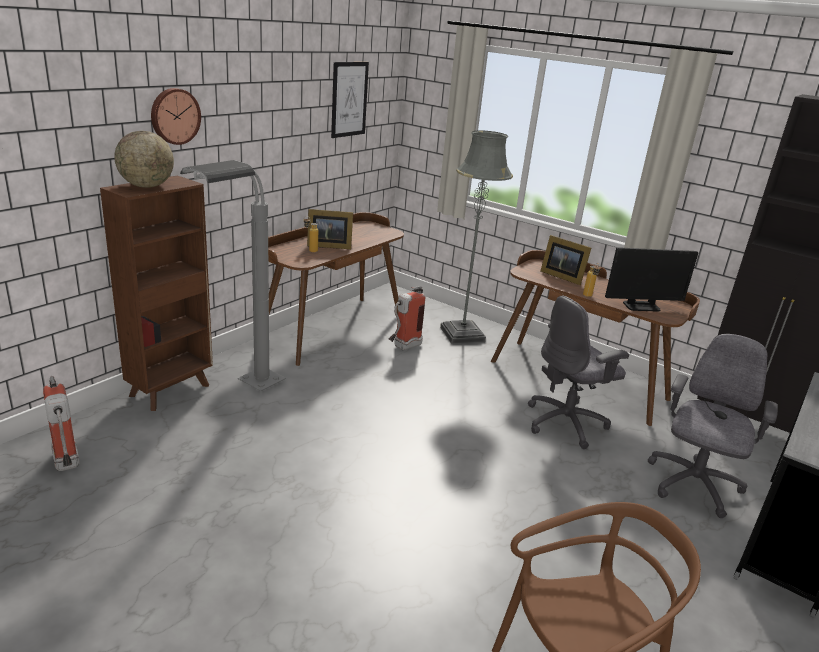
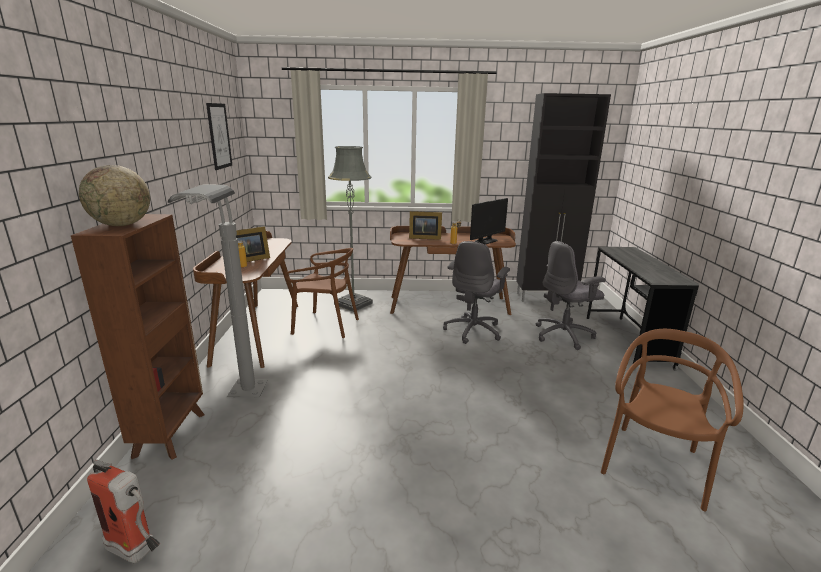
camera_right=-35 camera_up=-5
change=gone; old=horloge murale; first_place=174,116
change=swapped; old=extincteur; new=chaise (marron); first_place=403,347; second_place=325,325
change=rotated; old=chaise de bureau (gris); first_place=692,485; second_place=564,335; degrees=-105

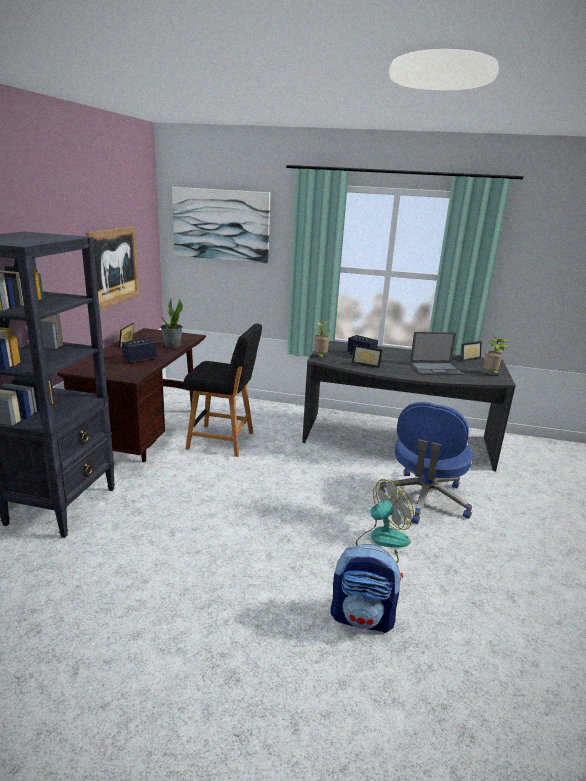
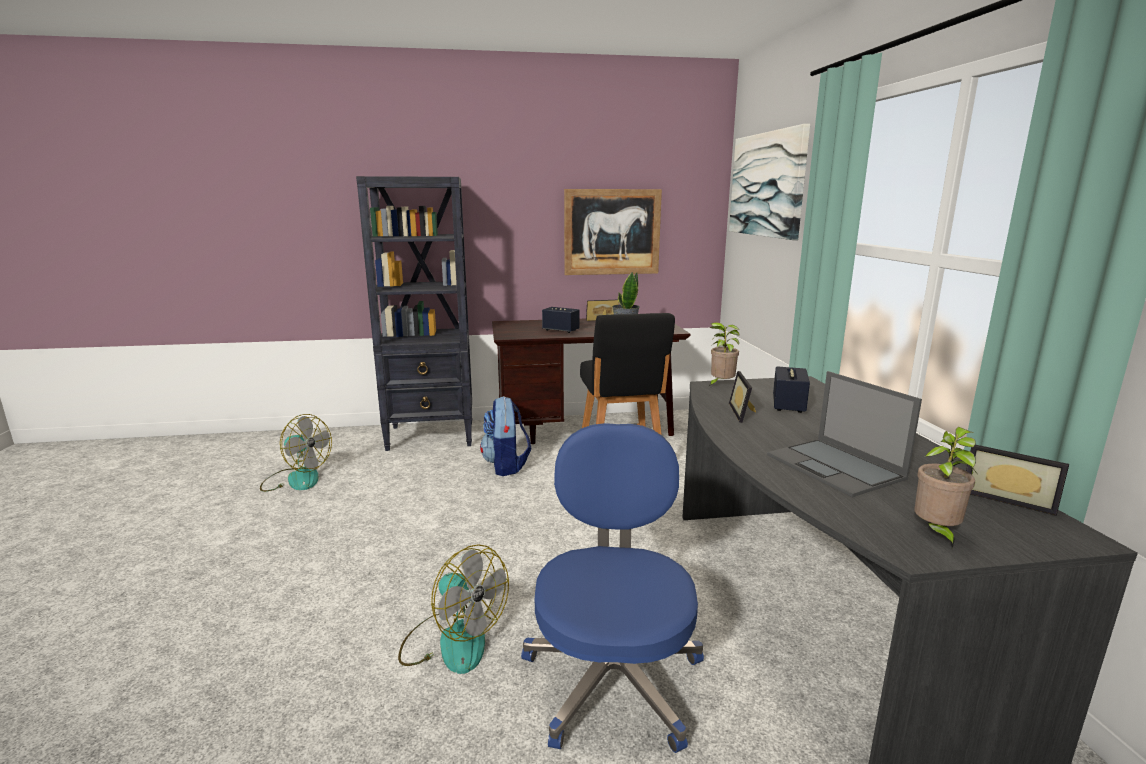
camera_right=70 camera_up=-5
change=rotated; old=chaise de bureau (bleu); first_place=424,499; second_place=613,677; degrees=90
change=shifted; old=sac à dos; first_place=363,618; second_place=506,466
change=new; new=ventilateur; second_place=296,479

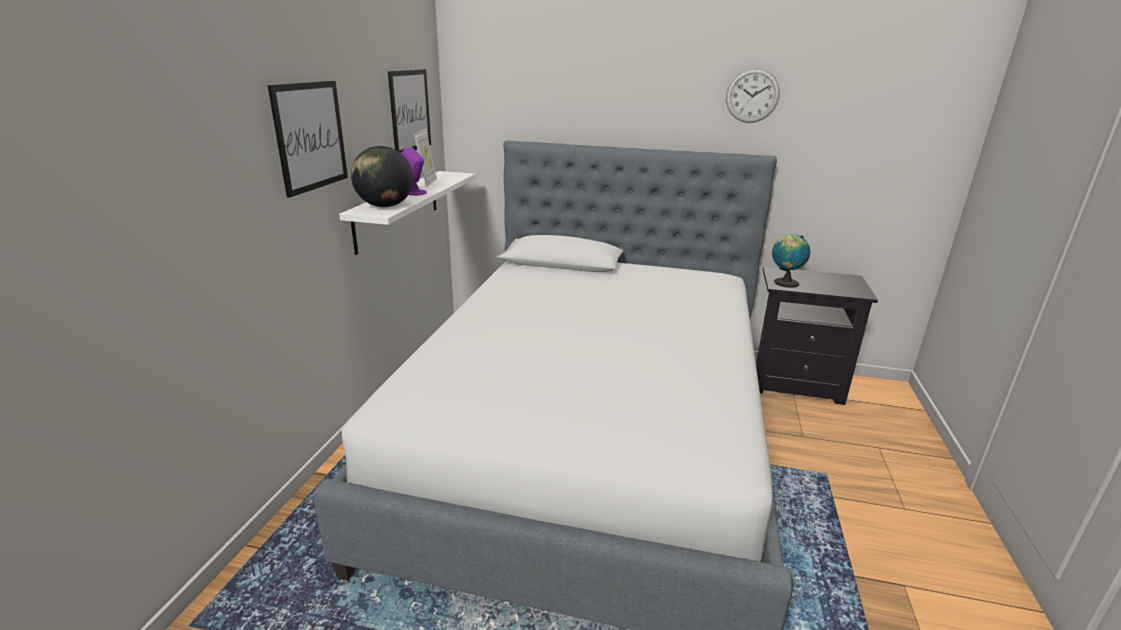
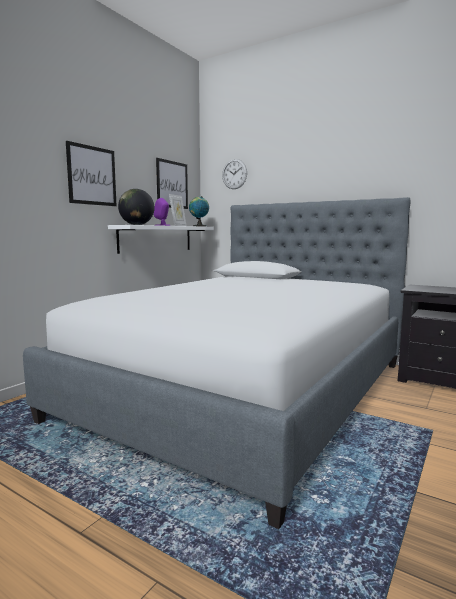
camera_right=20 camera_up=-15
change=shifted; old=horloge murale; first_place=752,95; second_place=234,174
change=shifted; old=globe; first_place=784,283; second_place=199,226

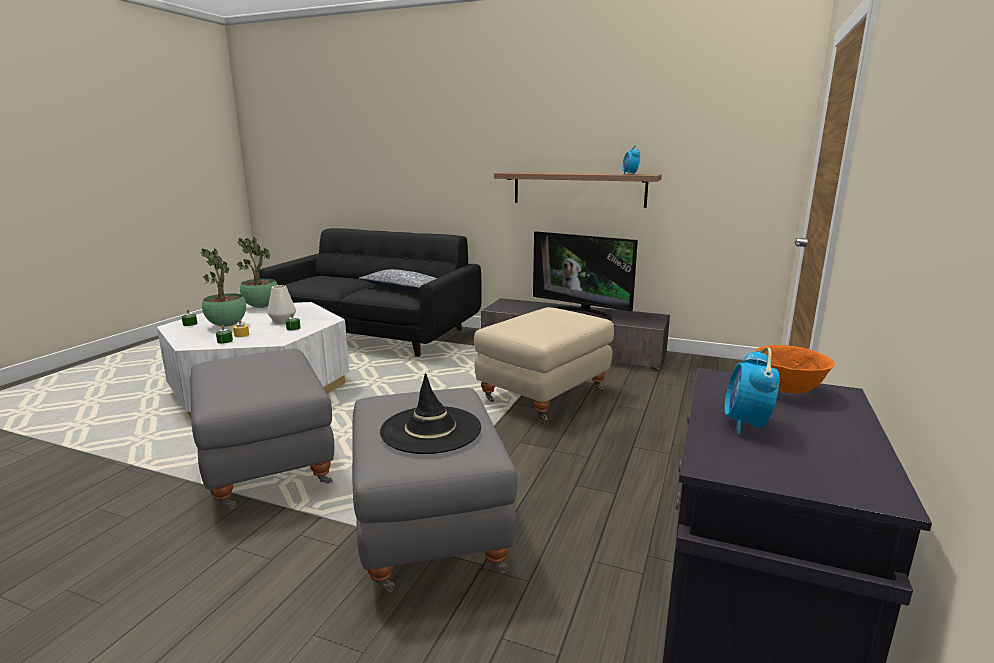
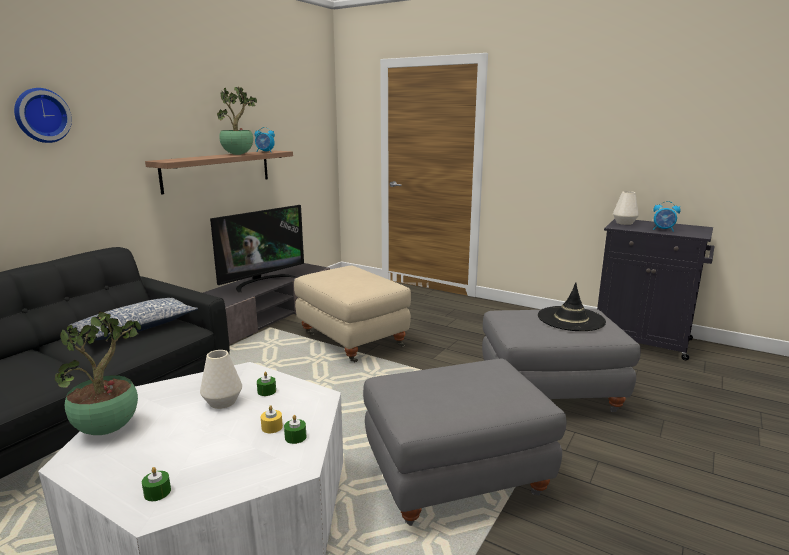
camera_right=-80 camera_up=0
change=shifted; old=plante en pot; first_place=227,325; second_place=238,154
change=swapped; old=bol (orange); new=vase (blanc); first_place=787,390; second_place=624,223
change=new; new=horloge murale; second_place=41,115

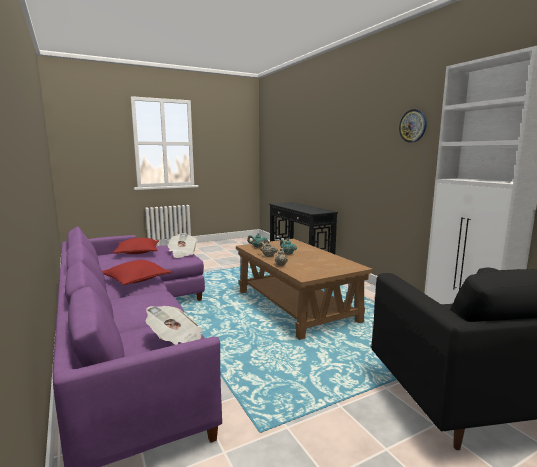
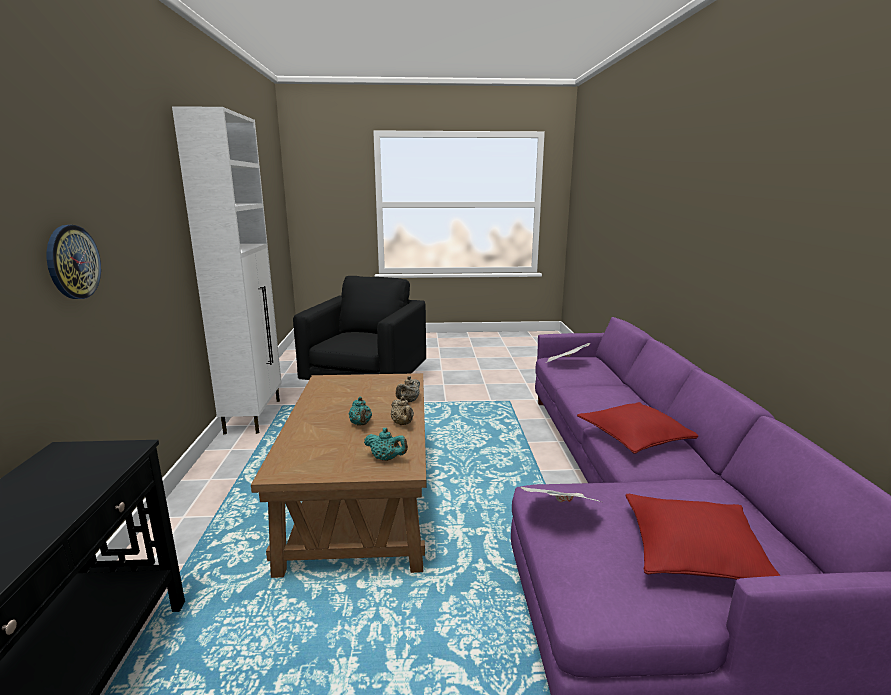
camera_right=-155 camera_up=5
change=shifted; old=horloge murale; first_place=413,126; second_place=72,262

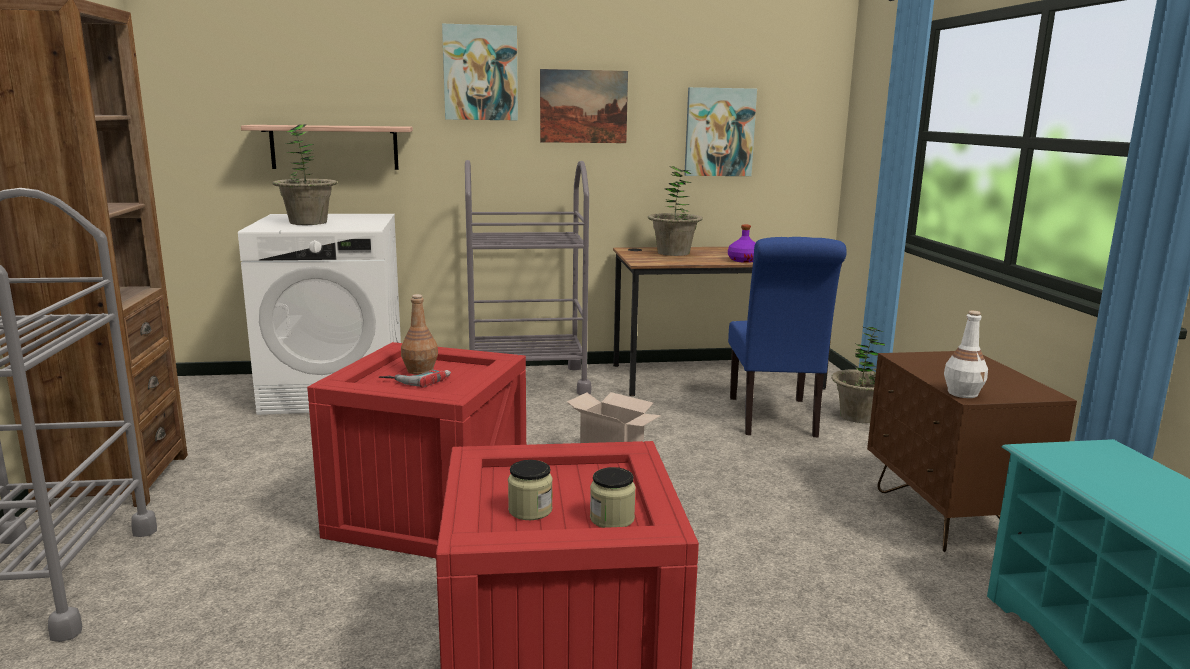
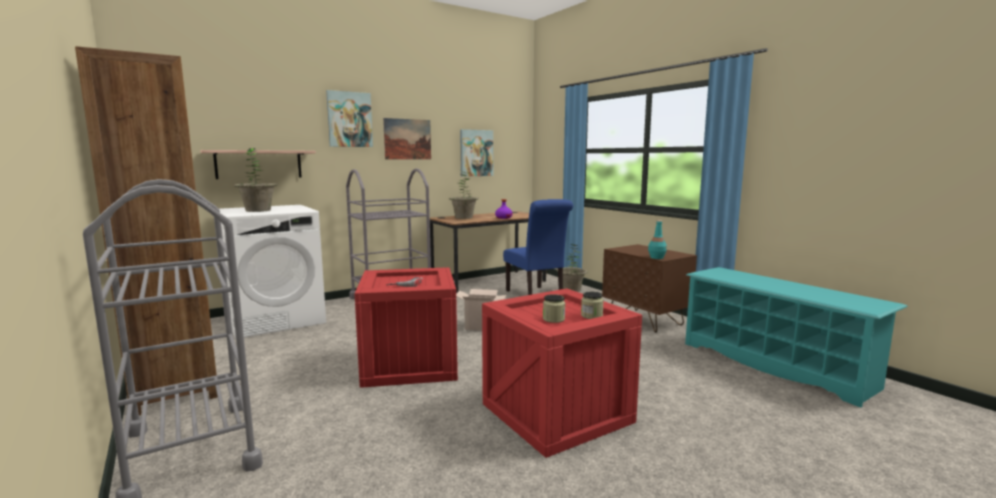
camera_right=-25 camera_up=-5
change=gone; old=bouteille (marron); first_place=420,370
change=repainted; old=bouteille (blanc); new=bouteille (turquoise); first_place=963,393; second_place=656,257

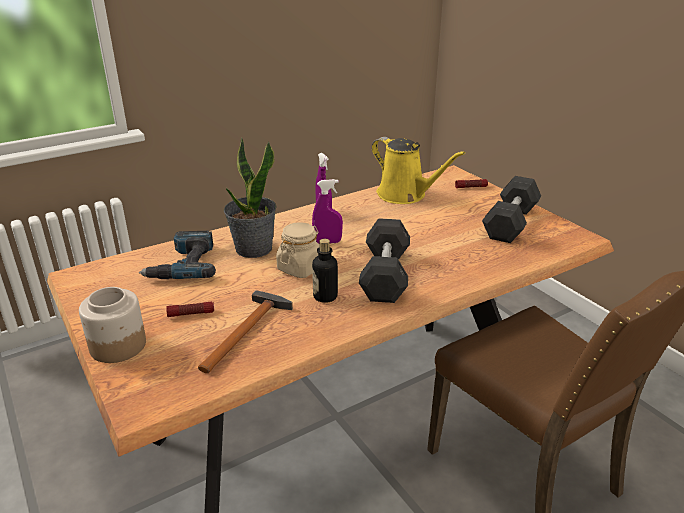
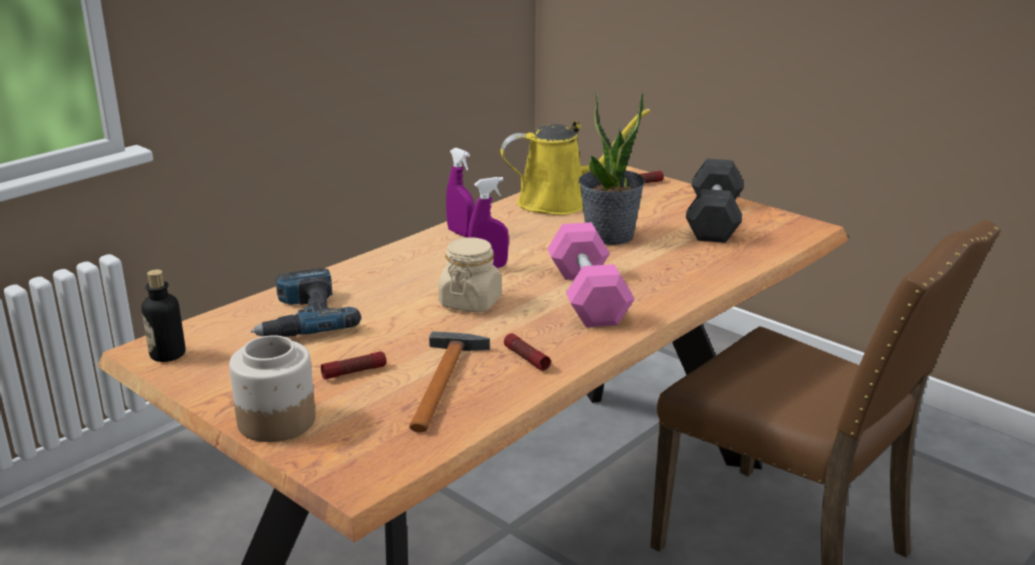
camera_right=-15 camera_up=-5
change=shifted; old=plante en pot; first_place=253,249; second_place=609,236
change=rotated; old=arrosoir (jaune); first_place=405,195; second_place=560,201; degrees=-45
change=repainted; old=haltère (gris); new=haltère (rose); first_place=385,275; second_place=588,296
change=shifted; old=bouteille; first_place=325,296; second_place=167,354
change=new; new=lampe de poche; second_place=526,358

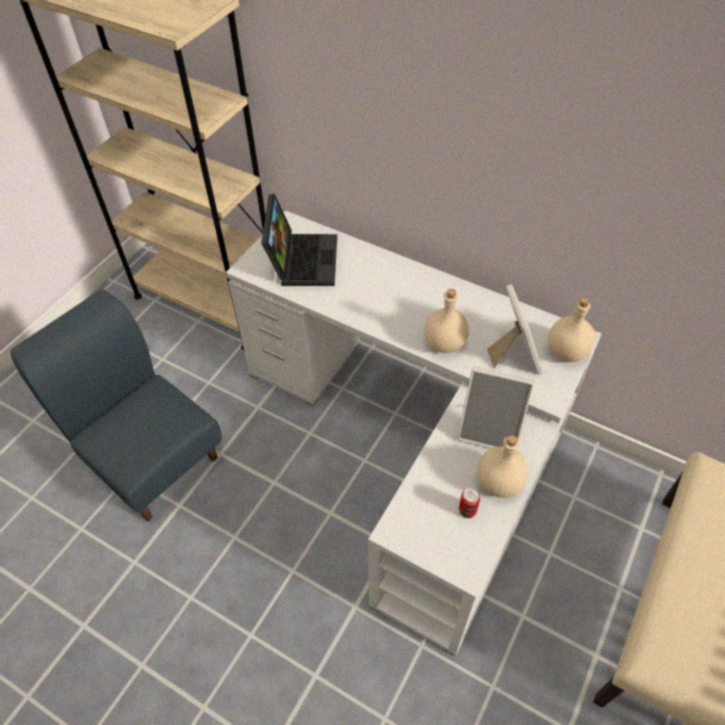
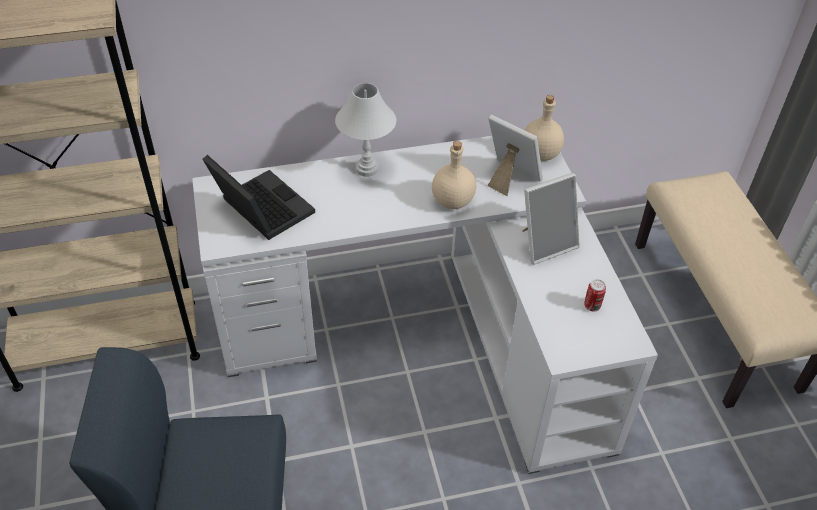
camera_right=-45 camera_up=-5
change=gone; old=bouteille (beige); first_place=498,483
change=new; new=lampe de table (blanc); second_place=367,168

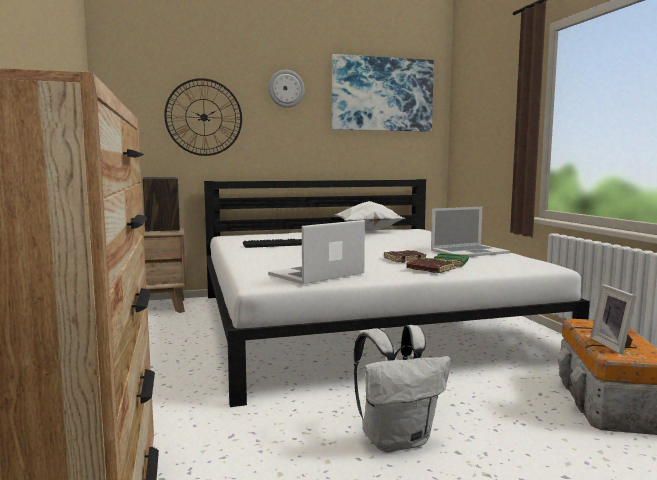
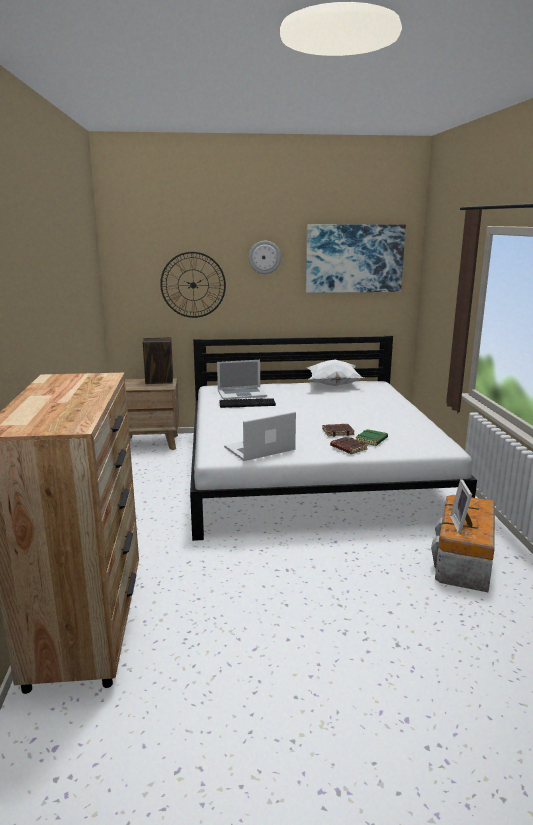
camera_right=10 camera_up=10
change=shifted; old=ordinateur portable; first_place=469,251; second_place=241,393
change=gone; old=sac à dos (blanc); first_place=397,440

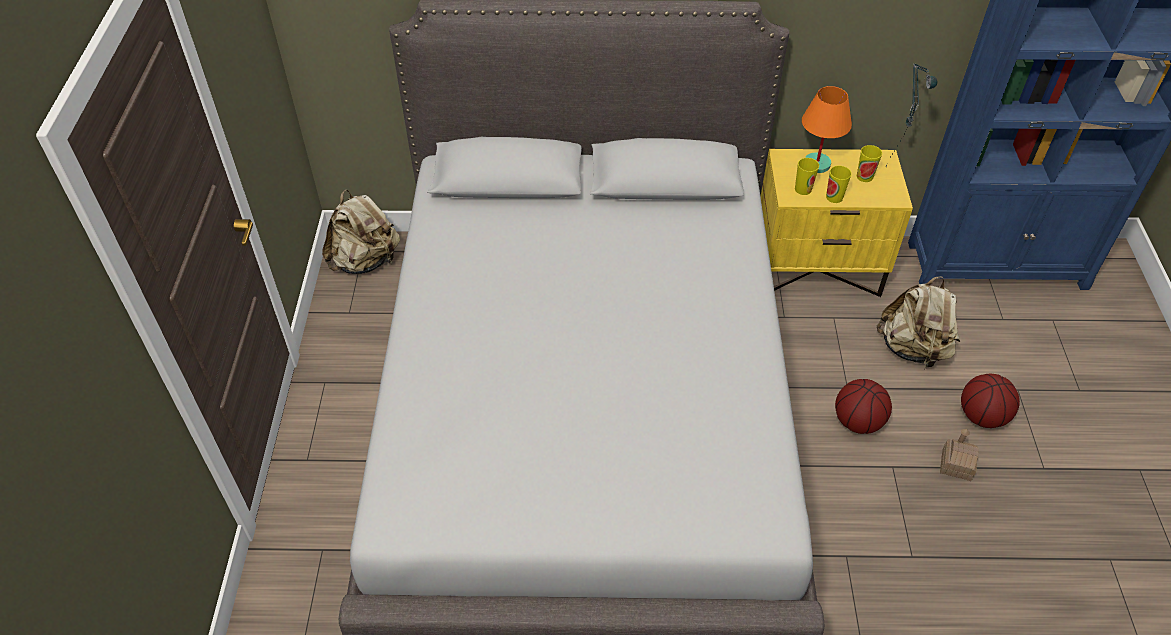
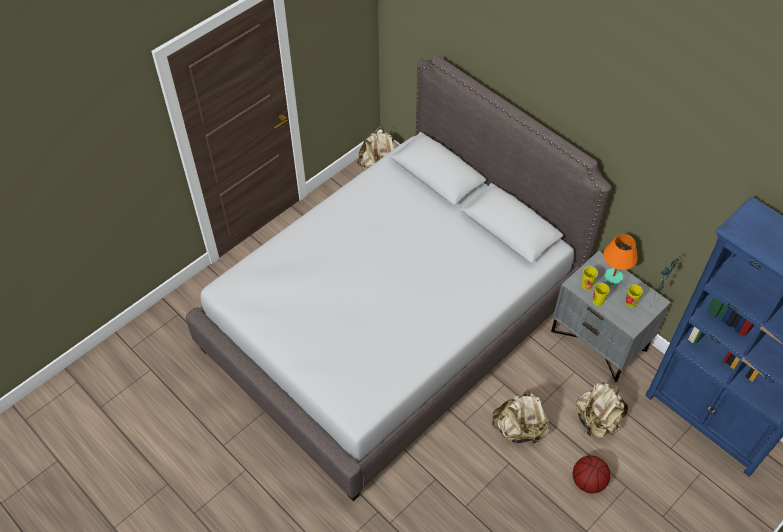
camera_right=45 camera_up=5
change=repainted; old=table de chevet (jaune); new=table de chevet (gris); first_place=817,268; second_place=599,340
change=swapped; old=ballon de basket; new=sac à dos (beige); first_place=857,421; second_place=519,429
change=gone; old=maison miniature; first_place=956,464

